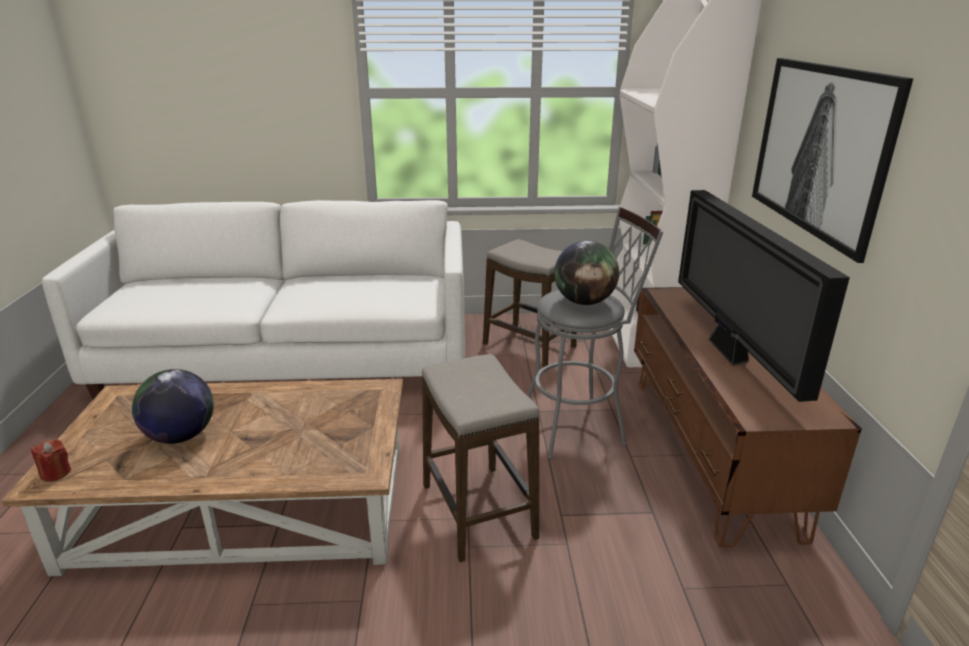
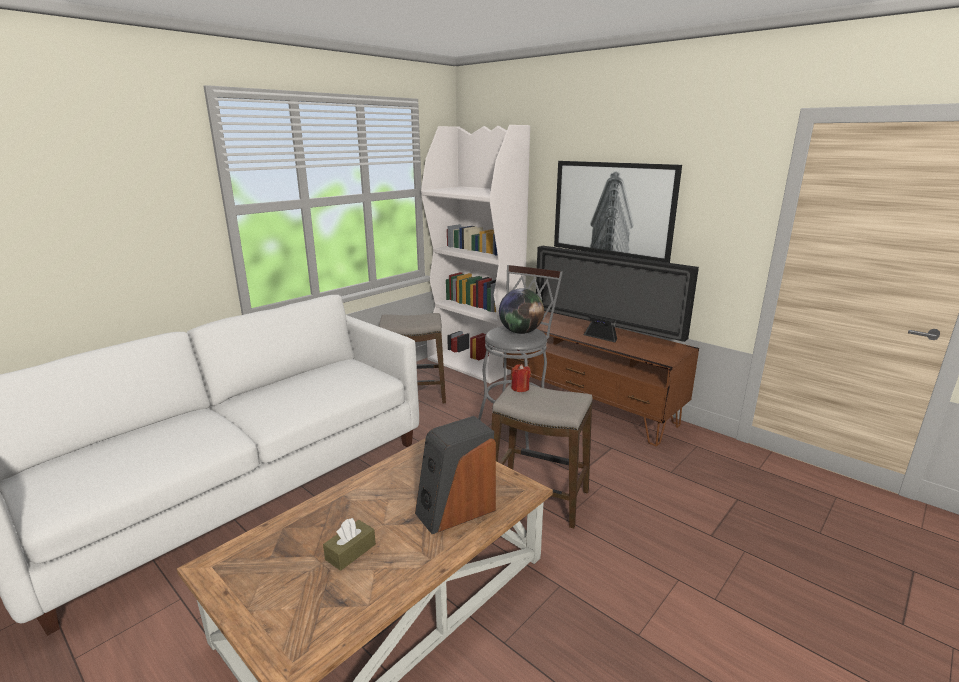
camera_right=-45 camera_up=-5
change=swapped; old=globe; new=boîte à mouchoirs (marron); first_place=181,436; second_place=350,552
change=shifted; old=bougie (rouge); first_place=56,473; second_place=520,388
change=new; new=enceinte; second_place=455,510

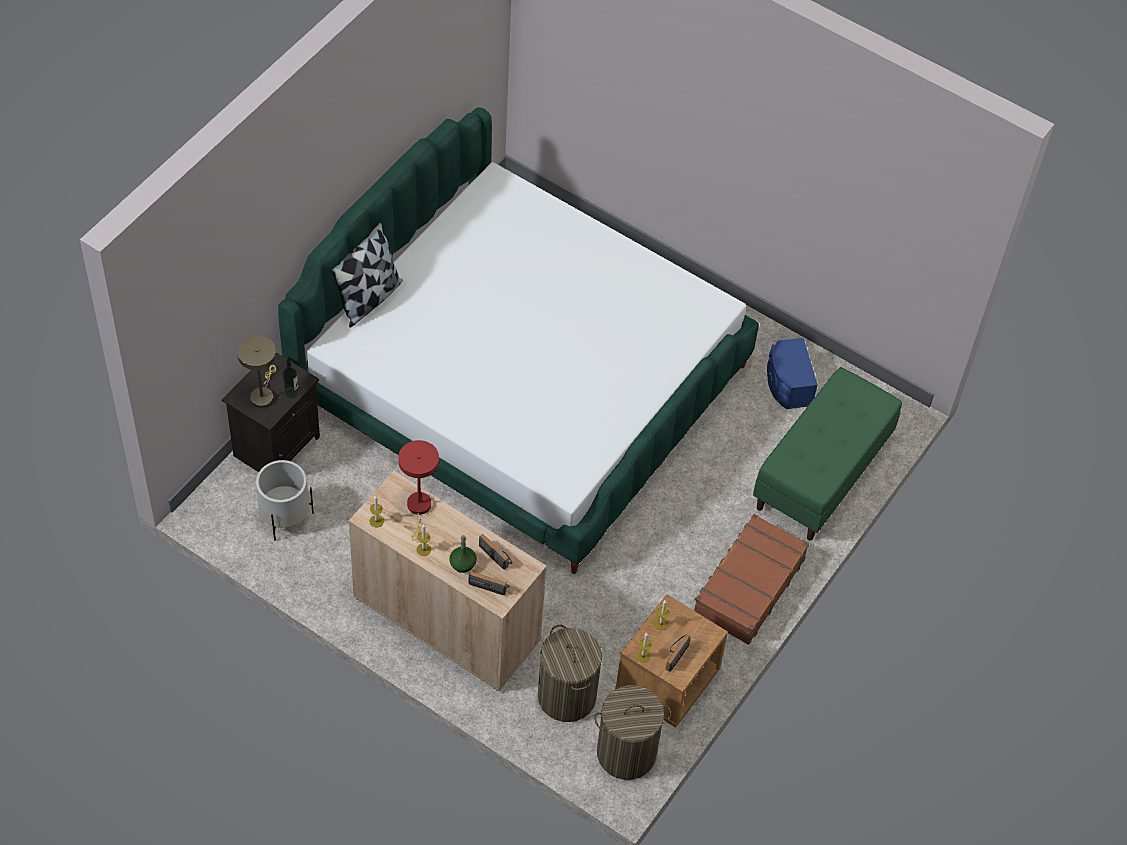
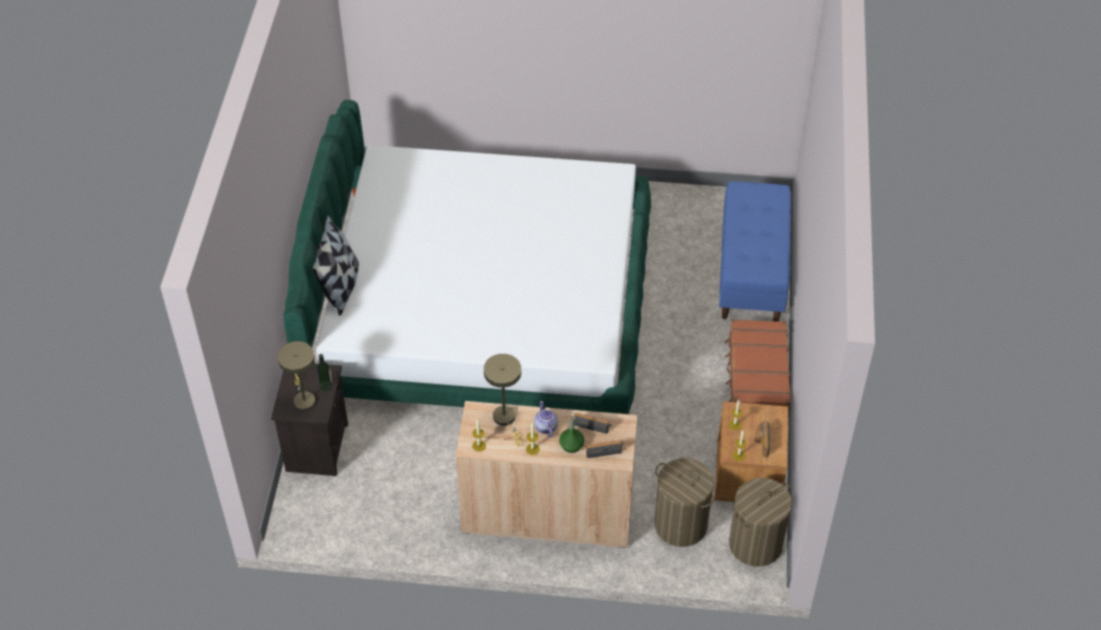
camera_right=-25 camera_up=-5
change=gone; old=enceinte (bleu); first_place=787,384
change=repainted; old=banc (vert); new=banc (bleu); first_place=821,475; second_place=752,273
change=repainted; old=lampe de table (rouge); new=lampe de table (beige); first_place=419,508; second_place=506,420
change=gone; old=cache-pot (blanc); first_place=285,517
change=new; new=théière; second_place=545,427

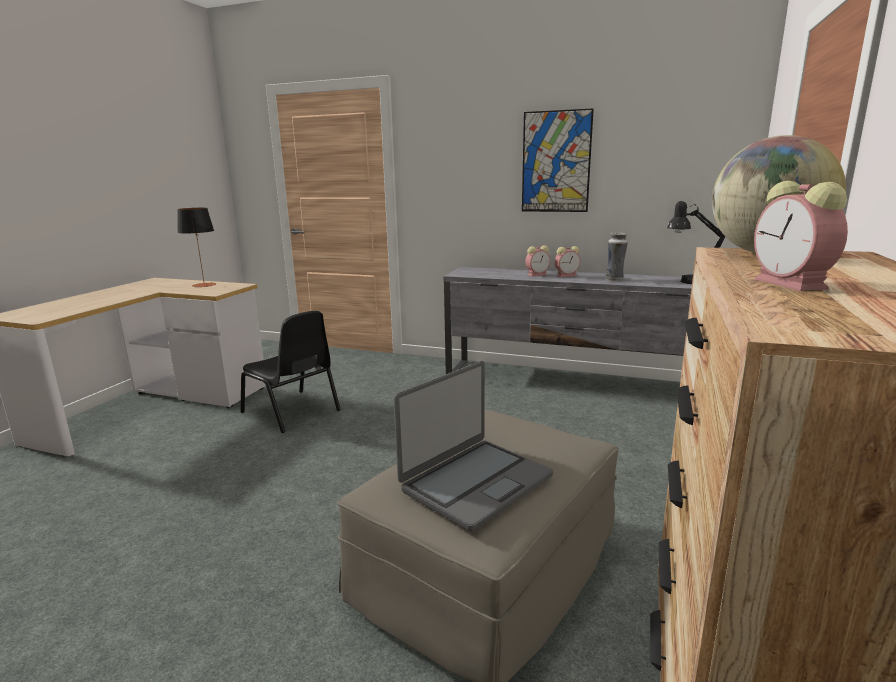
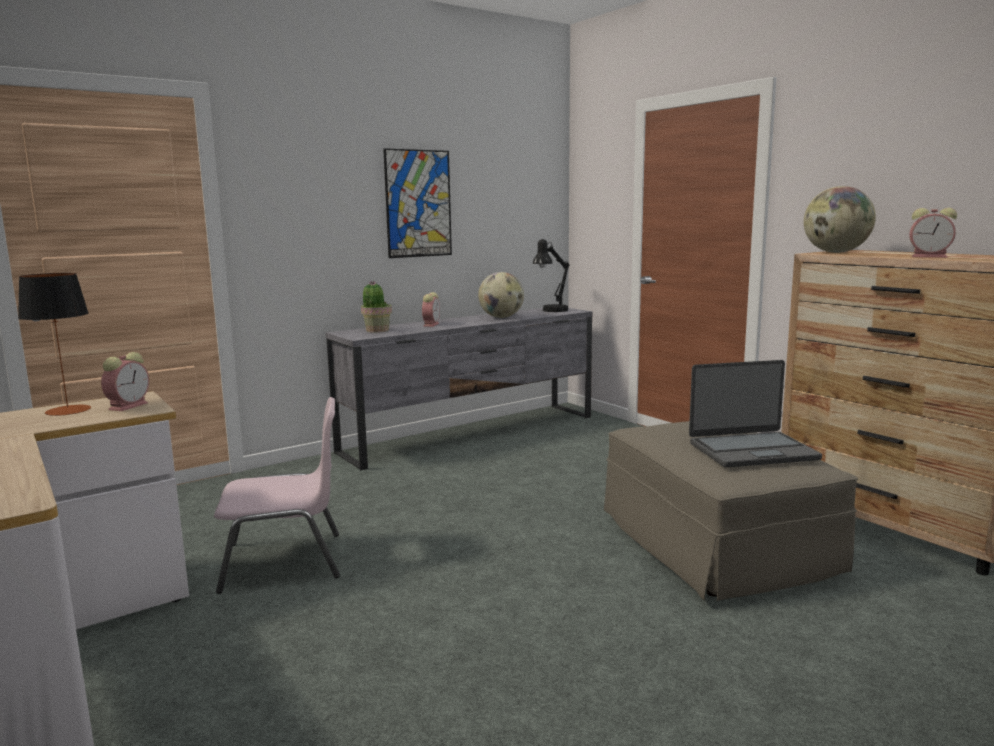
camera_right=-55 camera_up=-5
change=swapped; old=vase; new=globe; first_place=614,279; second_place=501,317
change=shifted; old=réveil; first_place=567,275; second_place=129,406
change=repainted; old=chaise (noir); new=chaise (rose); first_place=292,412; second_place=285,561
change=rotated; old=ordinateur portable; first_place=475,482; second_place=751,451; degrees=90
change=new; new=plante en pot; second_place=377,330

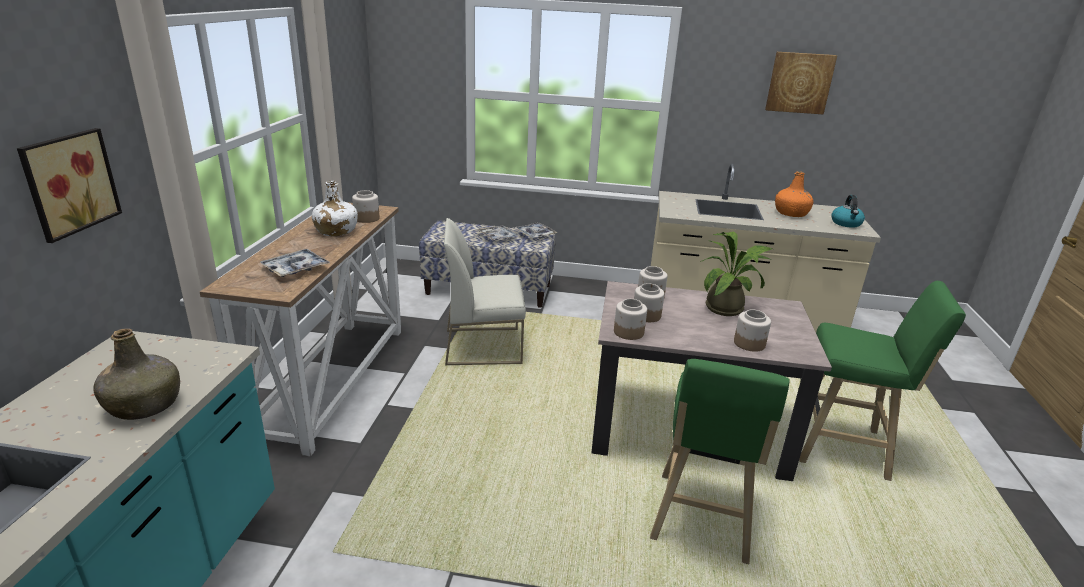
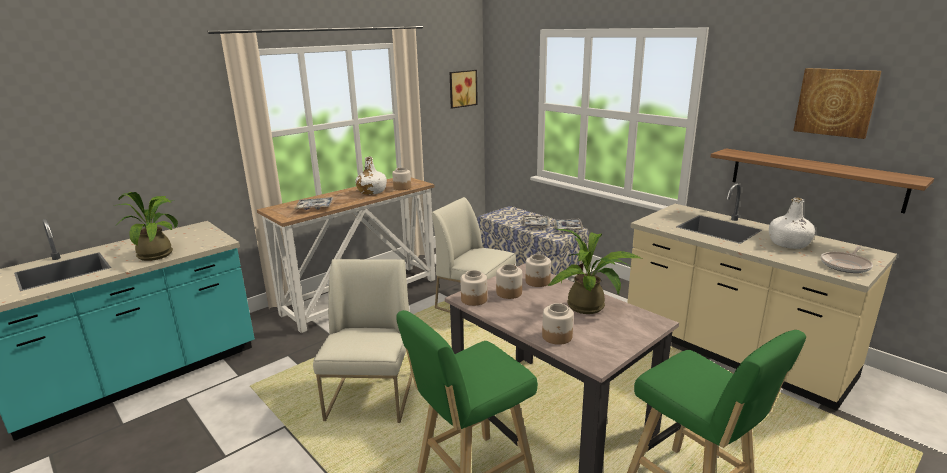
camera_right=40 camera_up=-5
change=shifted; old=tableau; first_place=68,183; second_place=462,88
change=repainted; old=bouteille (orange); new=bouteille (blanc); first_place=791,213; second_place=789,244
change=swapped; old=bouilloire; new=poêle; first_place=846,223; second_place=846,265
change=swapped; old=bouteille (vert); new=plante en pot; first_place=144,405; second_place=159,253
change=new; new=étagère; second_place=814,178
change=new; new=chaise (blanc); second_place=372,396

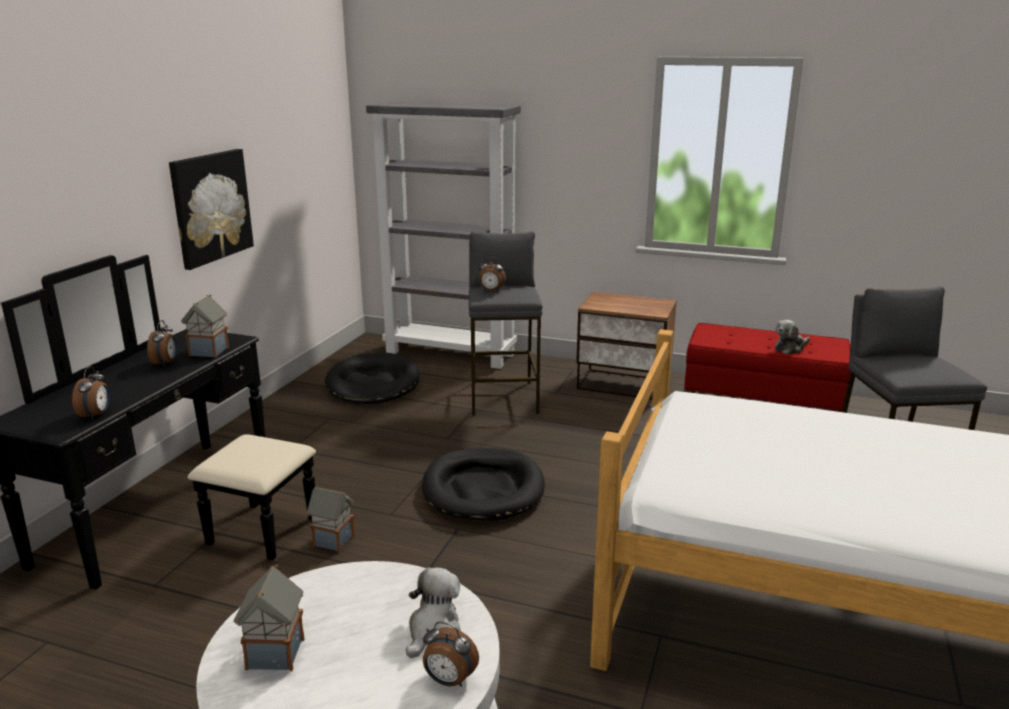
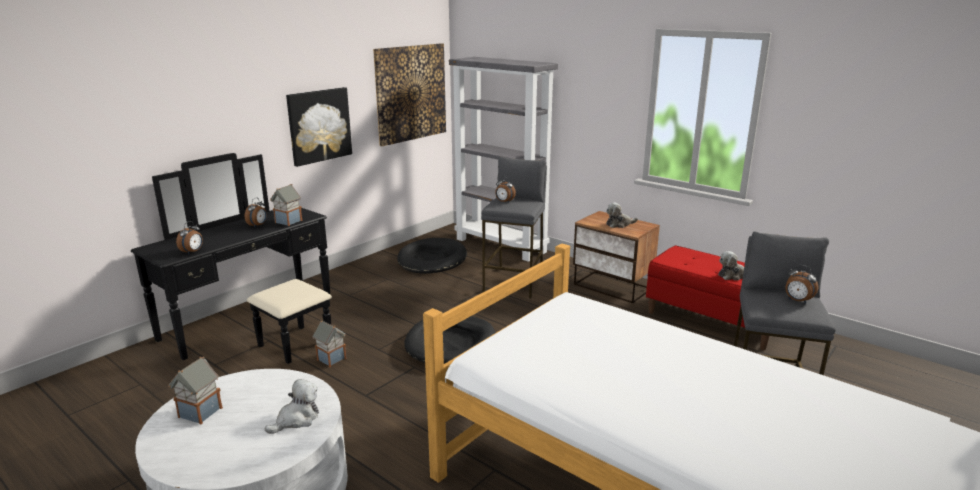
camera_right=20 camera_up=0
change=shifted; old=réveil; first_place=449,681; second_place=797,301
change=new; new=tableau; second_place=411,93
change=new; new=peluche; second_place=619,224

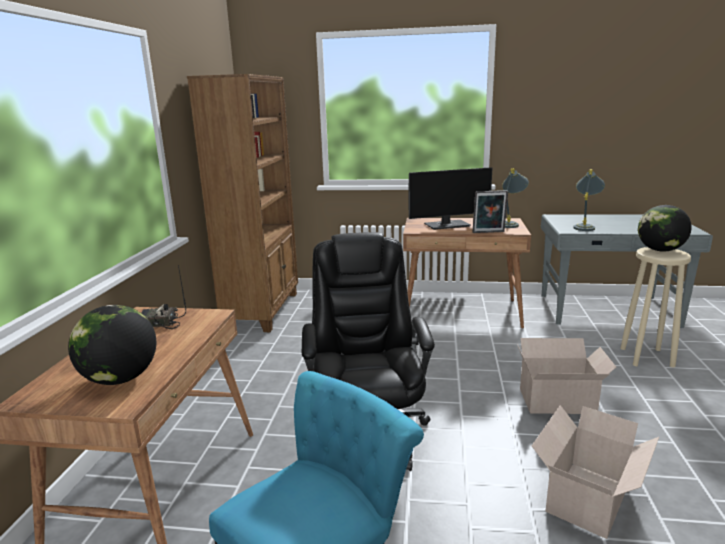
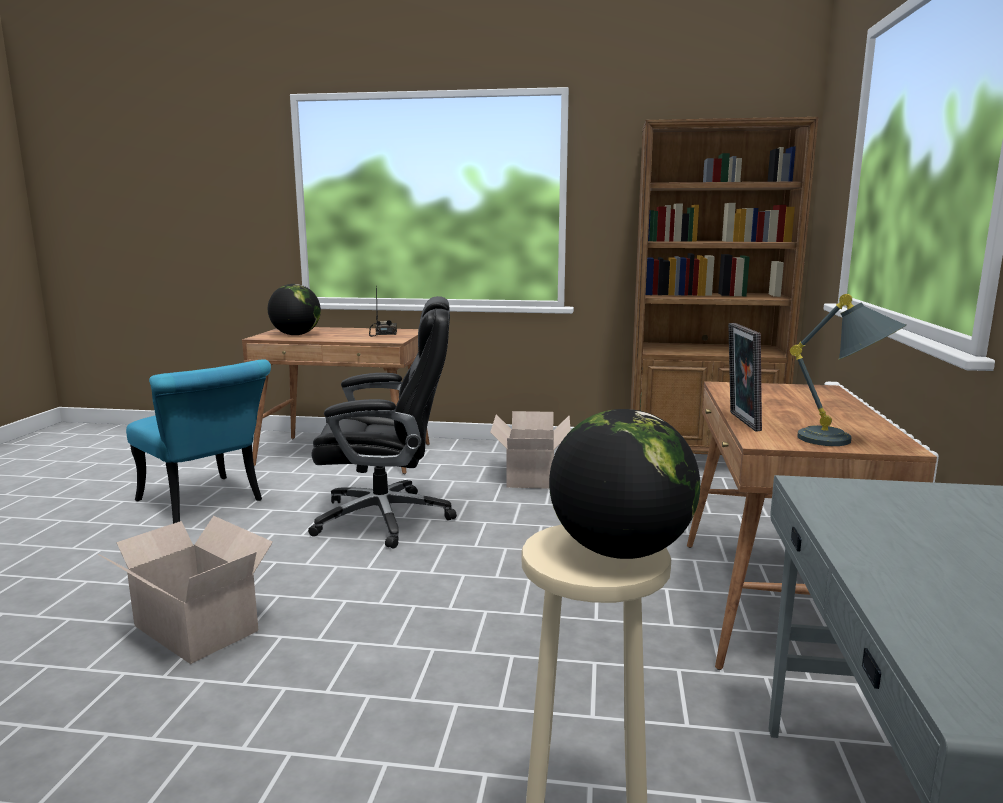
camera_right=90 camera_up=-5
change=gone; old=écran d'ordinateur; first_place=447,225
change=gone; old=lampe de table (gris); first_place=585,227
change=shifted; old=carton; first_place=559,401; second_place=530,477

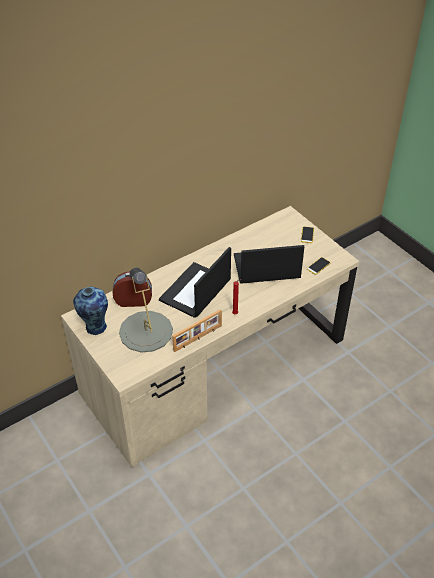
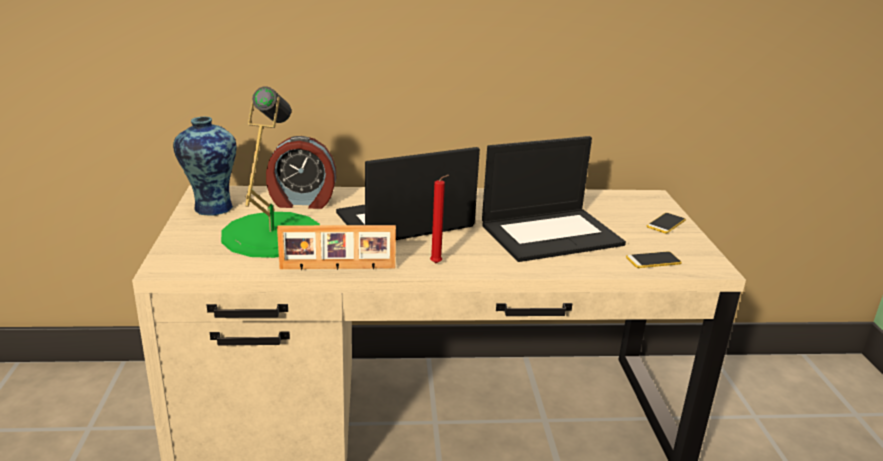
camera_right=30 camera_up=-20
change=rotated; old=ordinateur portable; first_place=266,267; second_place=551,234; degrees=135
change=repainted; old=lampe de table (gris); new=lampe de table (vert); first_place=145,331; second_place=271,234
change=rotated; old=réveil; first_place=133,300; second_place=302,202; degrees=150

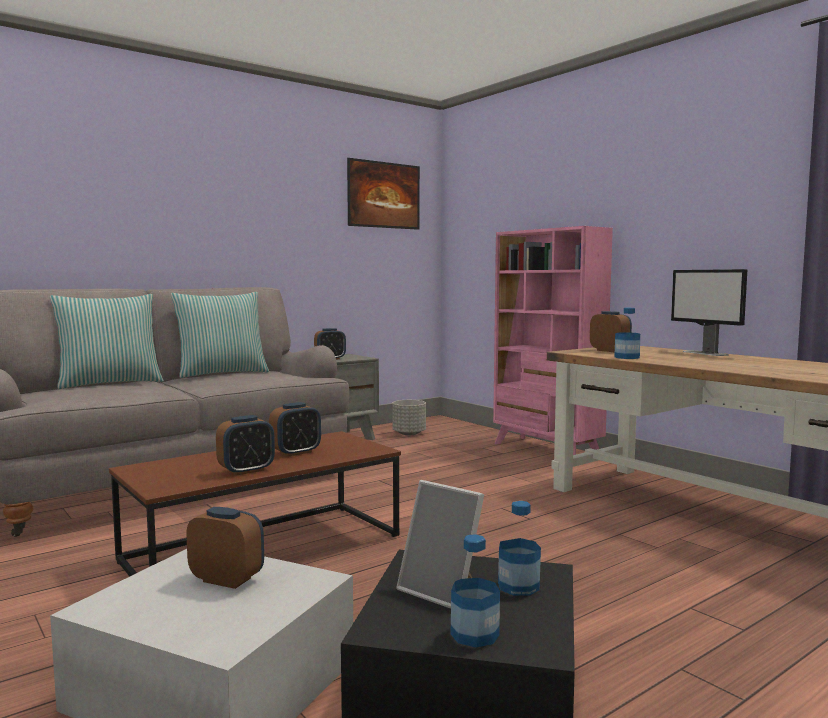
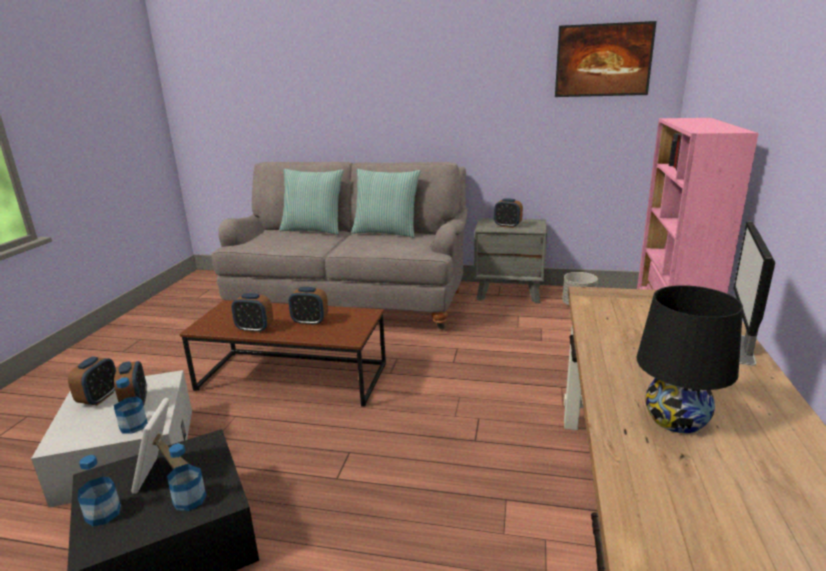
camera_right=50 camera_up=15
change=shifted; old=bouteille; first_place=627,357; second_place=133,426
change=shifted; old=réveil; first_place=609,351; second_place=99,398
change=new; new=lampe de table (noir); second_place=675,419

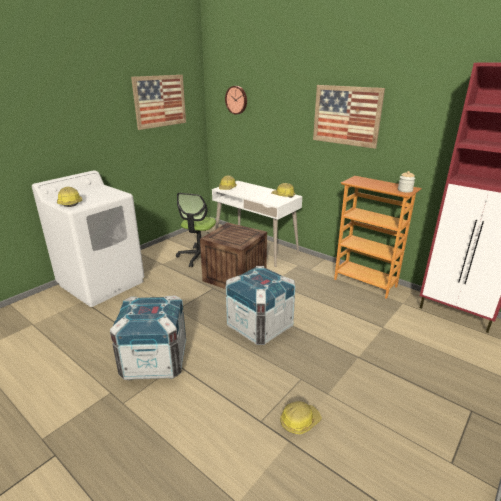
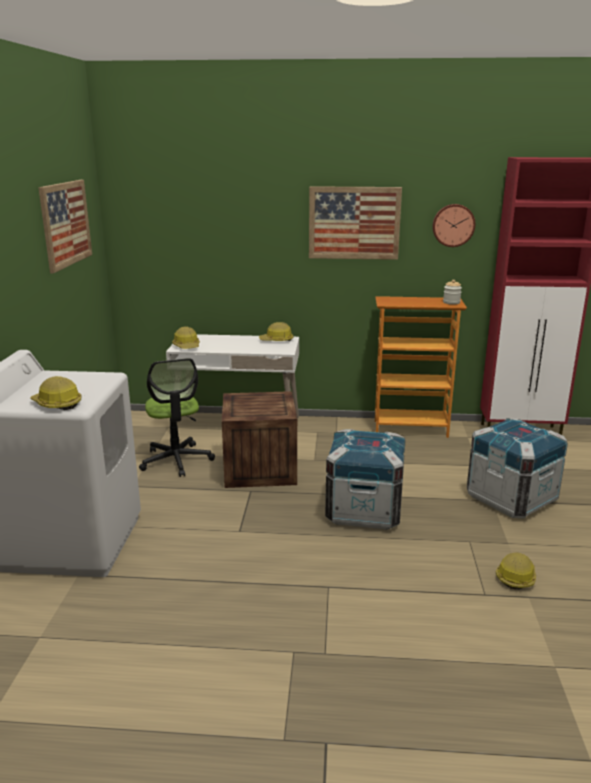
camera_right=-35 camera_up=-5
change=shifted; old=horloge murale; first_place=237,100; second_place=453,225
change=shifted; old=caisse; first_place=155,361; second_place=511,498

